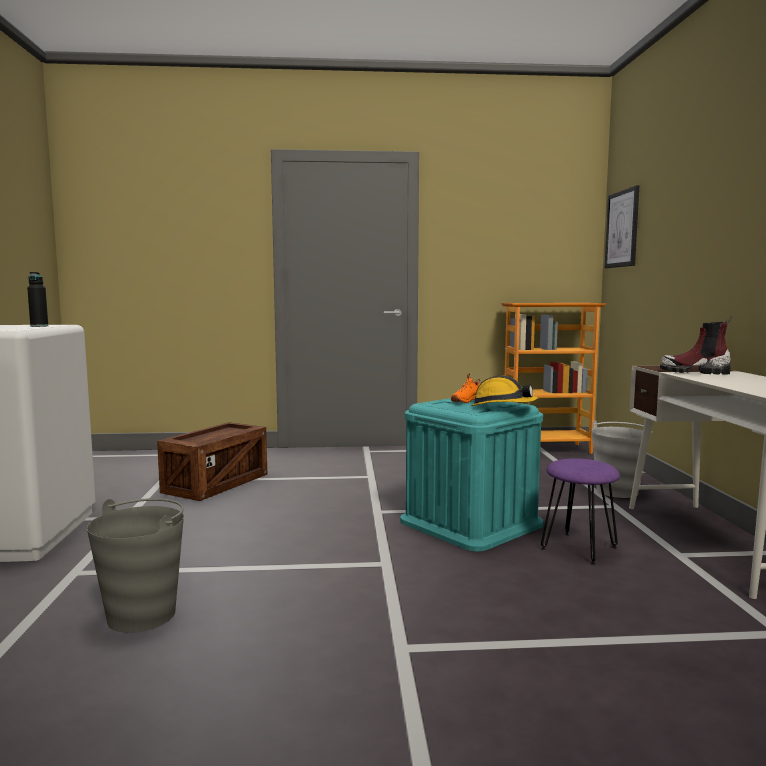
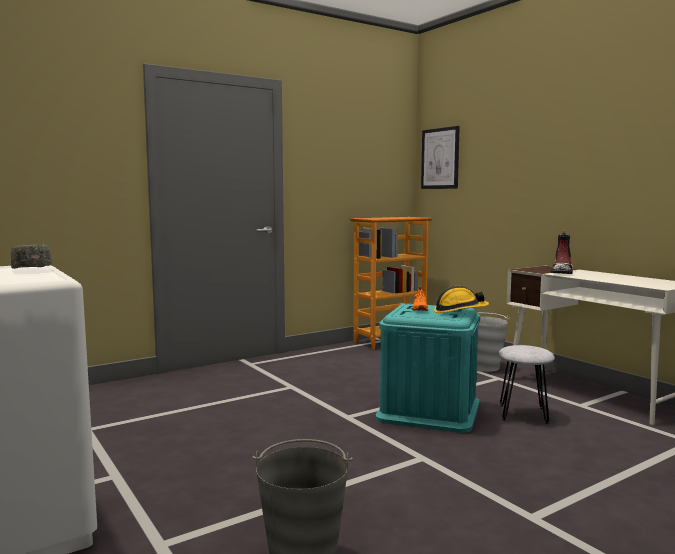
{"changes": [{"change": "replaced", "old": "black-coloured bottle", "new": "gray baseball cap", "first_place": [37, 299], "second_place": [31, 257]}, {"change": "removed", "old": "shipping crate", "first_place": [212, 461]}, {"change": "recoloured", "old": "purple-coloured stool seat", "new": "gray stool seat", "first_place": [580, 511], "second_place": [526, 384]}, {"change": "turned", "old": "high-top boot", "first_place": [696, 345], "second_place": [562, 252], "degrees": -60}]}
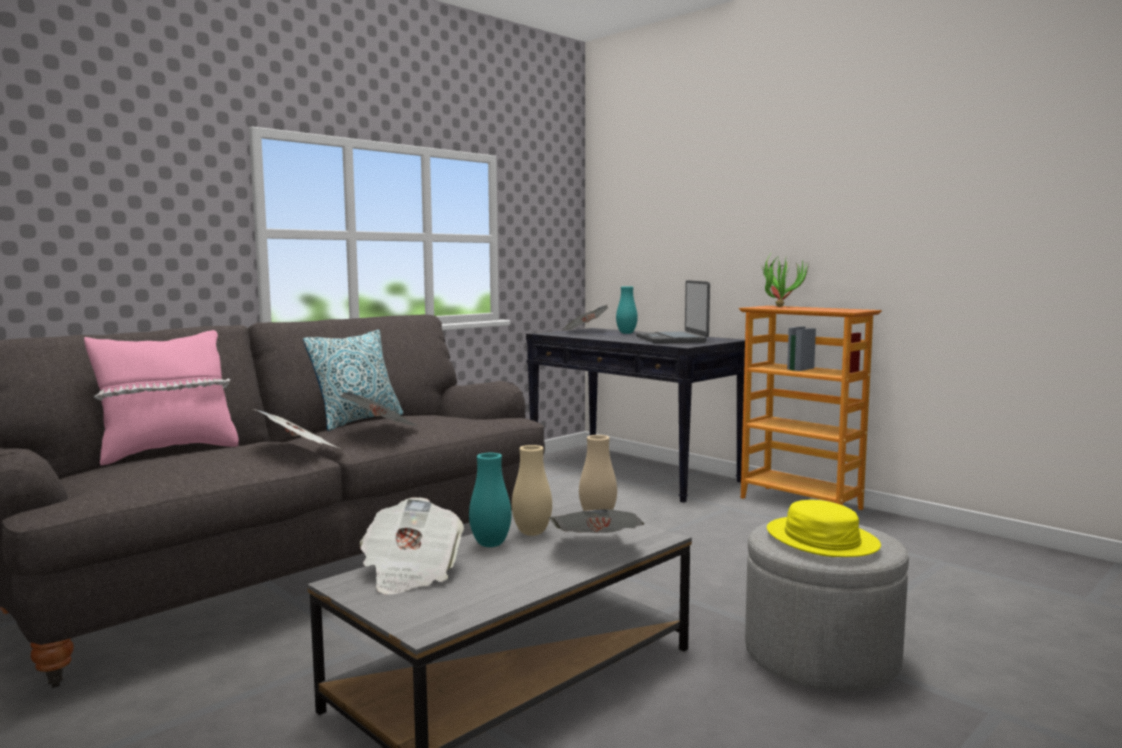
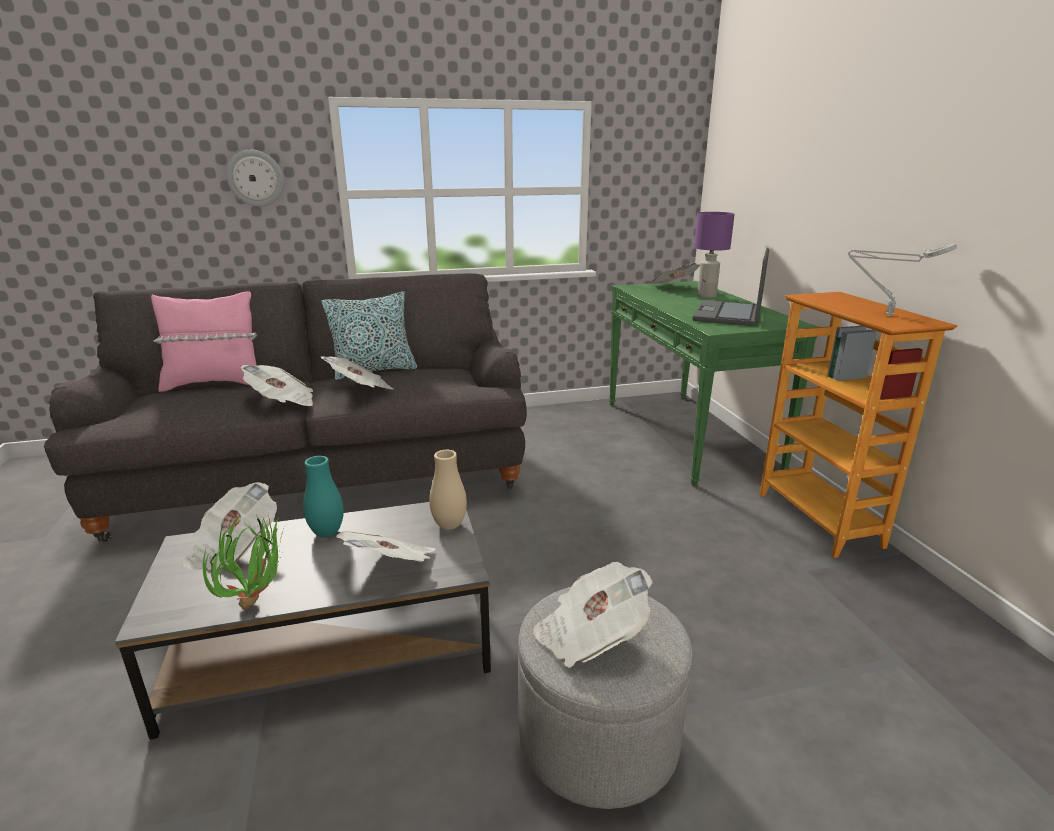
{"changes": [{"change": "removed", "old": "beige-coloured vase", "first_place": [532, 490]}, {"change": "recoloured", "old": "black-coloured hall table", "new": "green hall table", "first_place": [635, 415], "second_place": [713, 384]}, {"change": "replaced", "old": "turquoise-coloured vase", "new": "purple-coloured lamp for a table", "first_place": [627, 310], "second_place": [714, 255]}, {"change": "moved", "old": "plant in a pot", "first_place": [784, 281], "second_place": [245, 561]}, {"change": "replaced", "old": "yellow clothing hat", "new": "printed paper", "first_place": [824, 528], "second_place": [593, 615]}, {"change": "added", "new": "clock on the wall", "second_place": [255, 178]}, {"change": "added", "new": "gray lamp for a table", "second_place": [902, 279]}]}
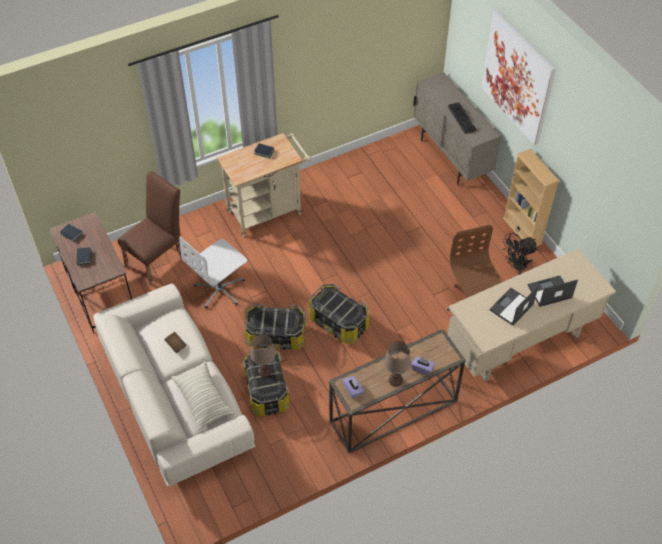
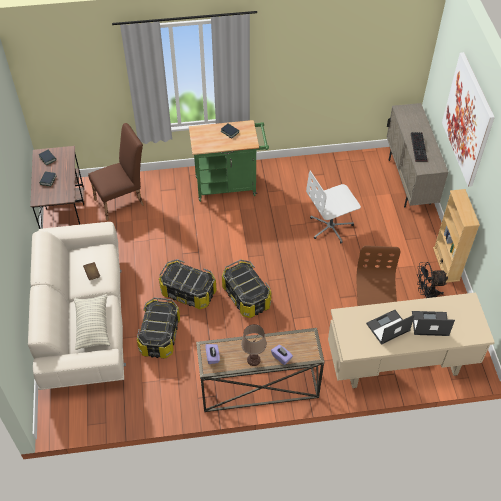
{"changes": [{"change": "moved", "old": "white desk chair", "first_place": [213, 272], "second_place": [333, 206]}, {"change": "recoloured", "old": "beige-coloured cart", "new": "green cart", "first_place": [264, 185], "second_place": [229, 161]}, {"change": "removed", "old": "brown-coloured lamp for a table", "first_place": [263, 355]}]}
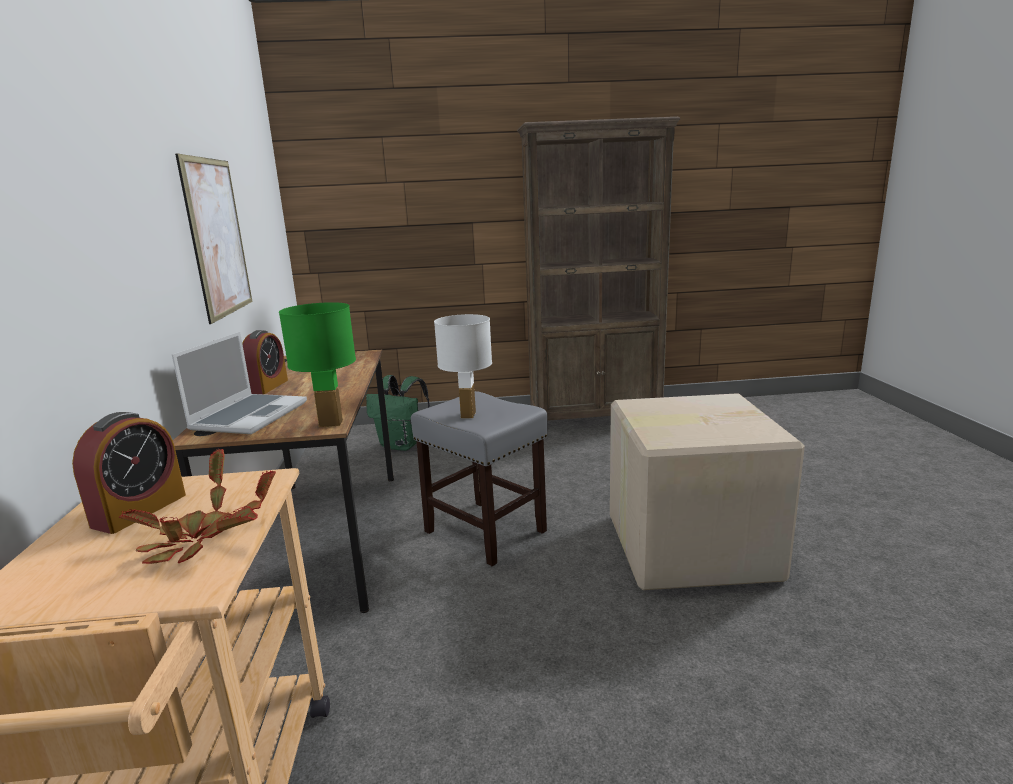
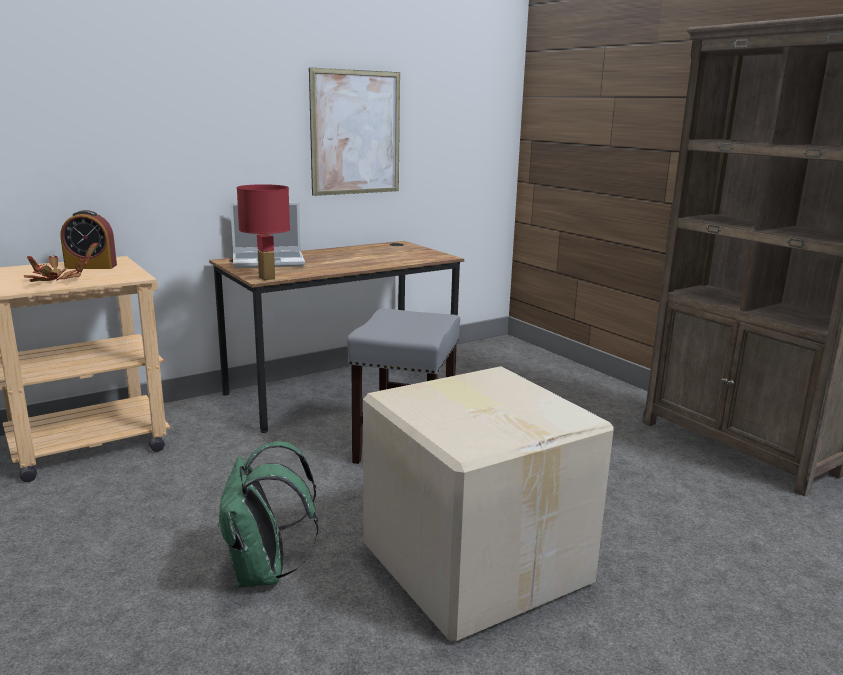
{"changes": [{"change": "removed", "old": "bedside clock", "first_place": [265, 362]}, {"change": "recoloured", "old": "green lamp for a table", "new": "red lamp for a table", "first_place": [317, 364], "second_place": [263, 232]}, {"change": "moved", "old": "green backpack", "first_place": [398, 413], "second_place": [267, 514]}, {"change": "removed", "old": "white lamp for a table", "first_place": [463, 366]}]}
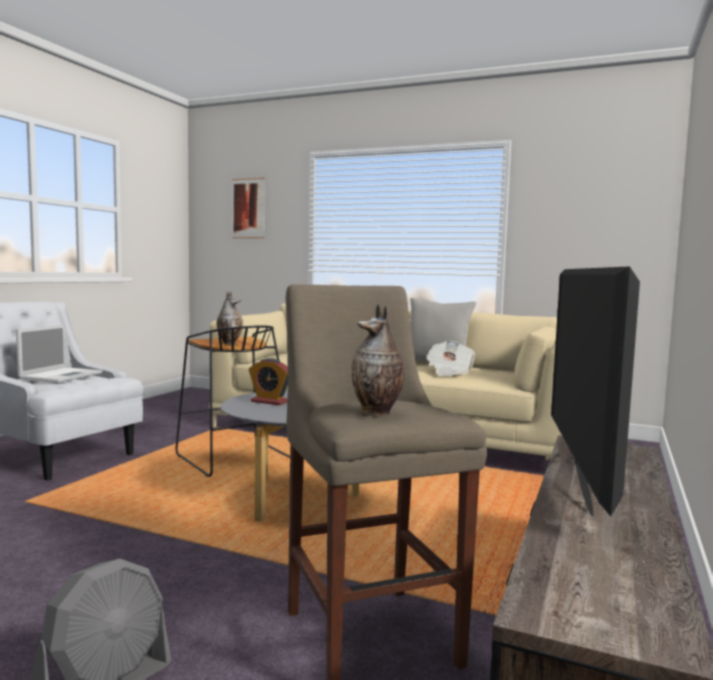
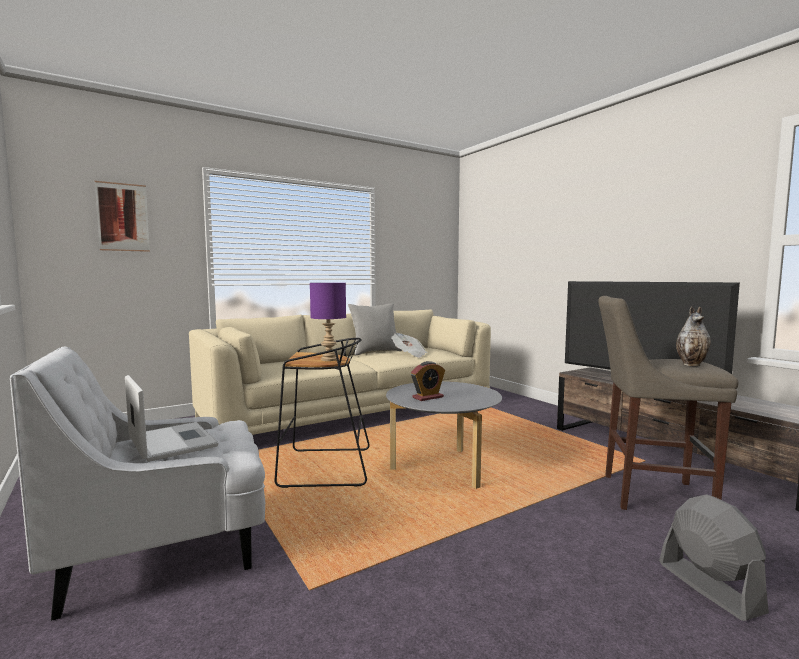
{"changes": [{"change": "replaced", "old": "vase", "new": "purple-coloured lamp for a table", "first_place": [230, 318], "second_place": [328, 322]}]}
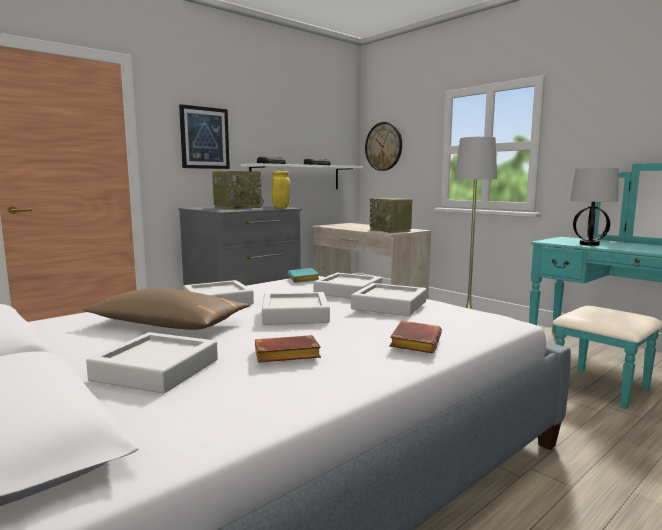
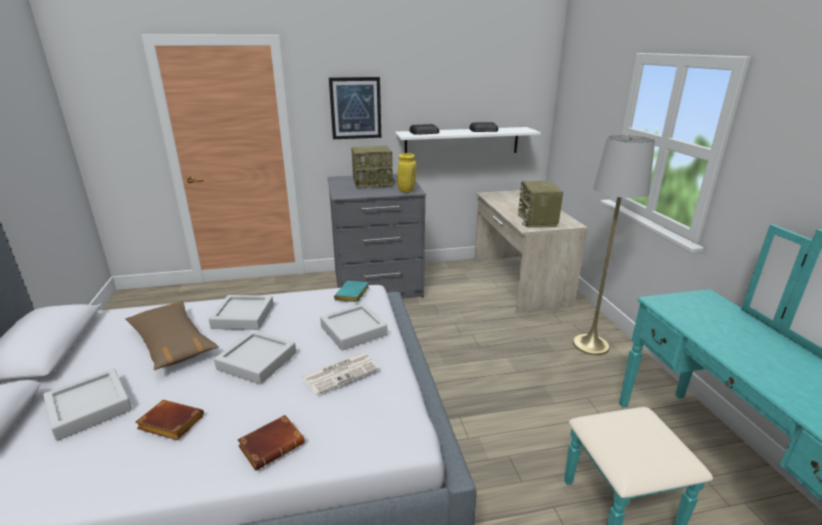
{"changes": [{"change": "replaced", "old": "gray carrying tray", "new": "printed paper", "first_place": [389, 299], "second_place": [340, 374]}, {"change": "removed", "old": "clock on the wall", "first_place": [383, 146]}, {"change": "removed", "old": "lamp for a table", "first_place": [594, 207]}]}
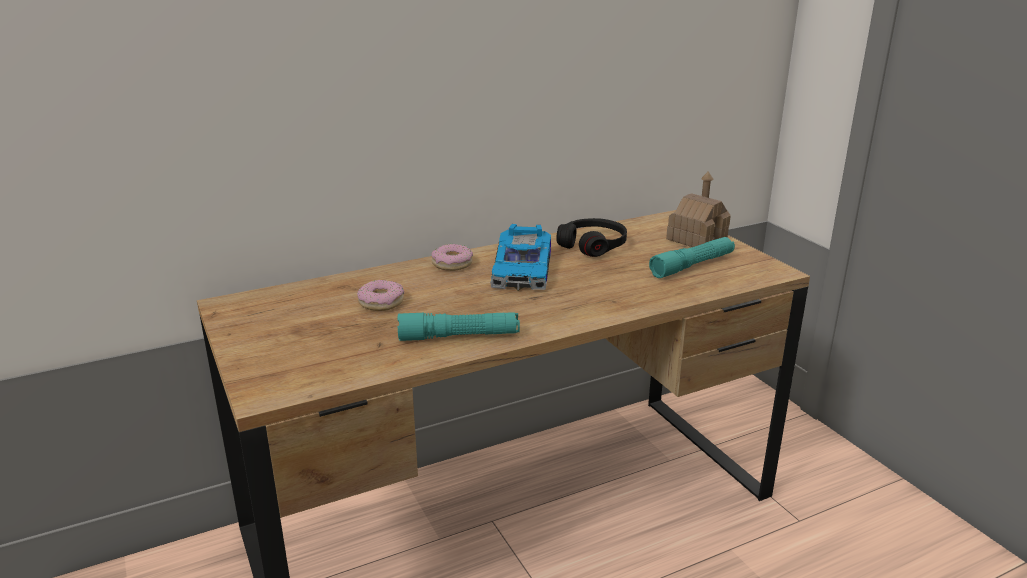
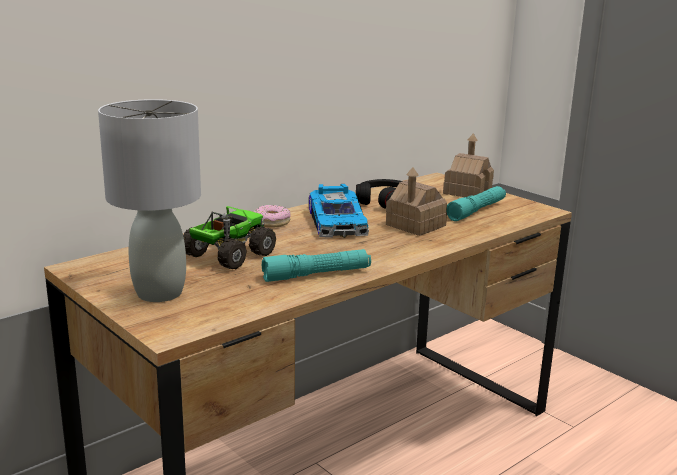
{"changes": [{"change": "replaced", "old": "donut", "new": "toy lorry", "first_place": [380, 295], "second_place": [229, 237]}, {"change": "added", "new": "gray lamp for a table", "second_place": [149, 200]}, {"change": "added", "new": "toy house", "second_place": [416, 201]}]}
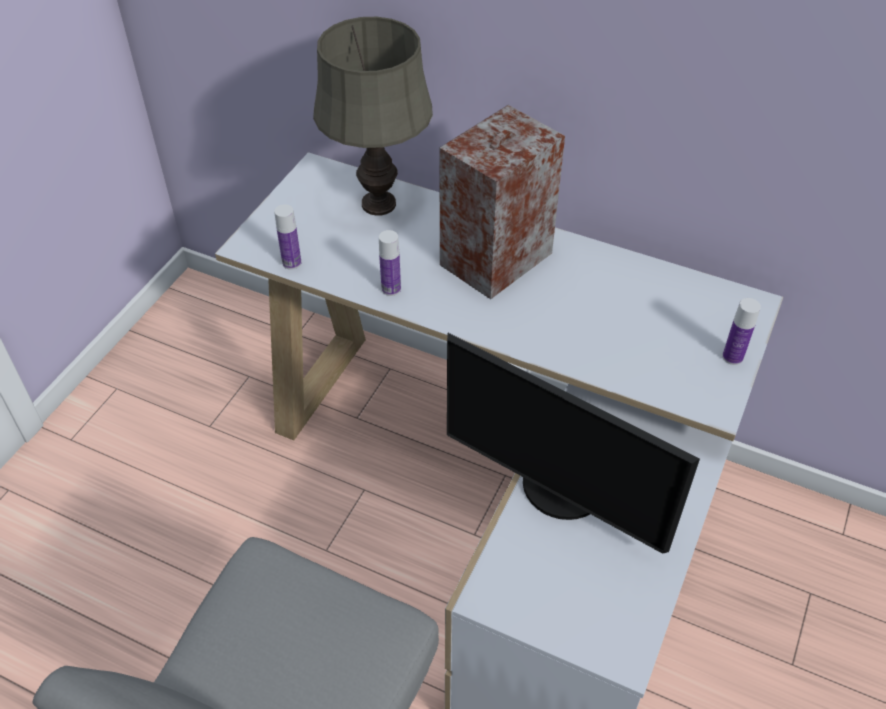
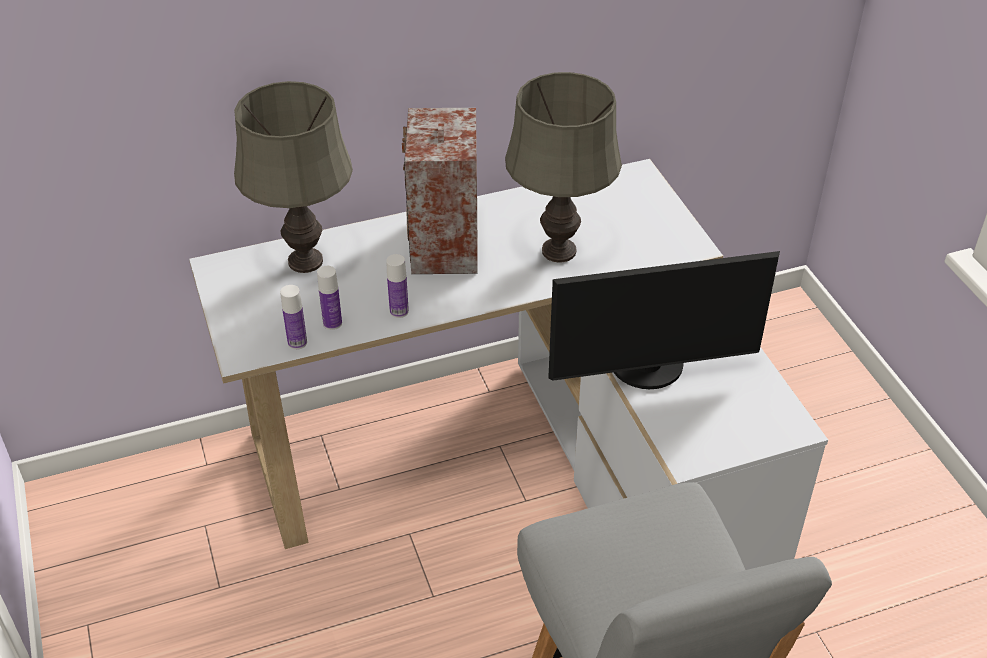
{"changes": [{"change": "moved", "old": "bottle", "first_place": [741, 331], "second_place": [329, 298]}, {"change": "added", "new": "gray lamp for a table", "second_place": [563, 167]}]}
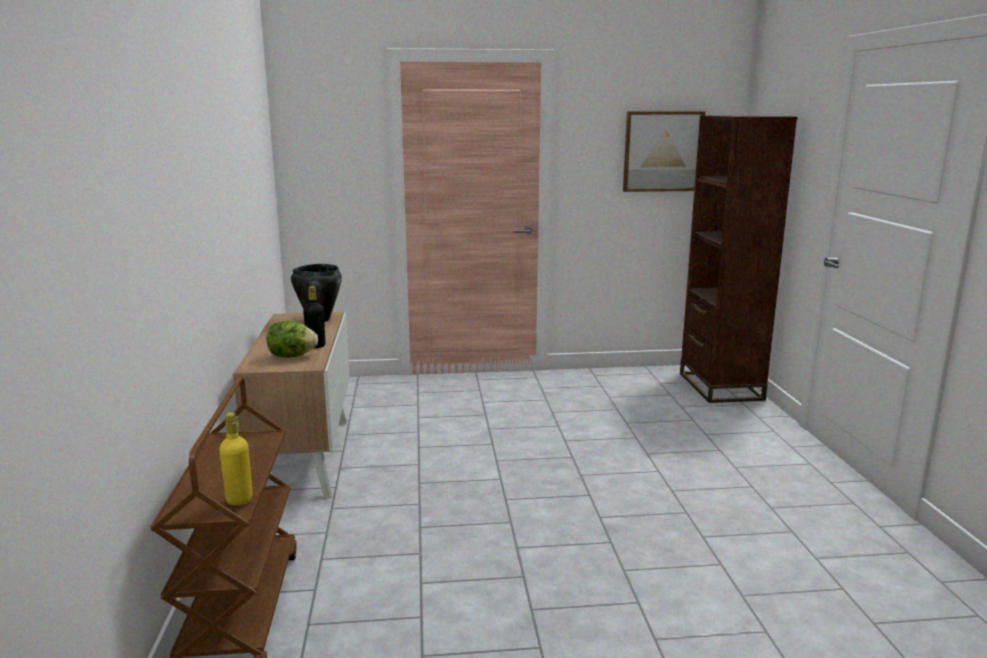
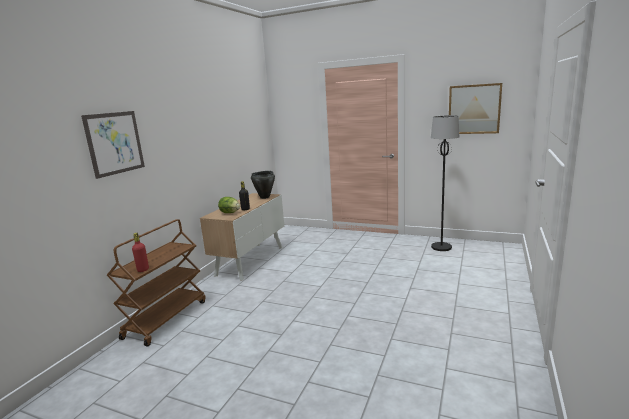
{"changes": [{"change": "recoloured", "old": "yellow bottle", "new": "red bottle", "first_place": [236, 459], "second_place": [140, 252]}, {"change": "removed", "old": "brown-coloured shelving unit", "first_place": [738, 259]}, {"change": "added", "new": "picture", "second_place": [113, 145]}, {"change": "added", "new": "black-coloured floor lamp", "second_place": [445, 183]}]}
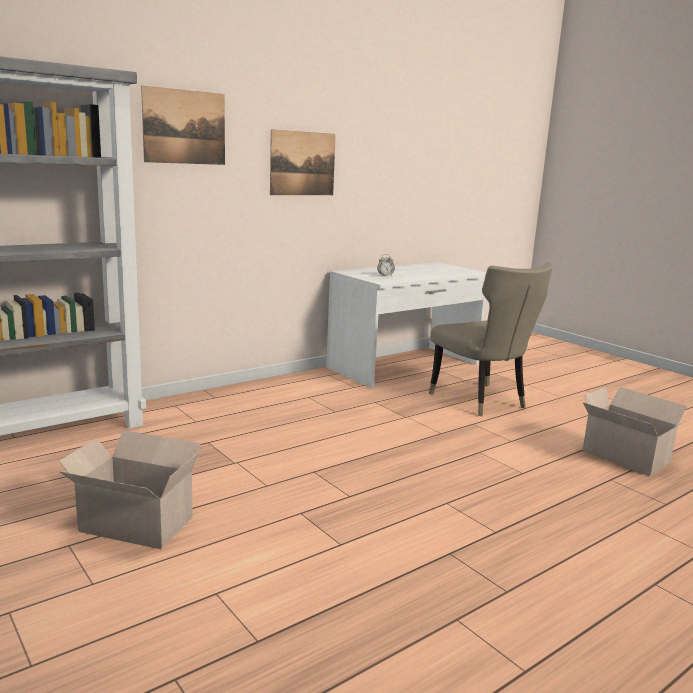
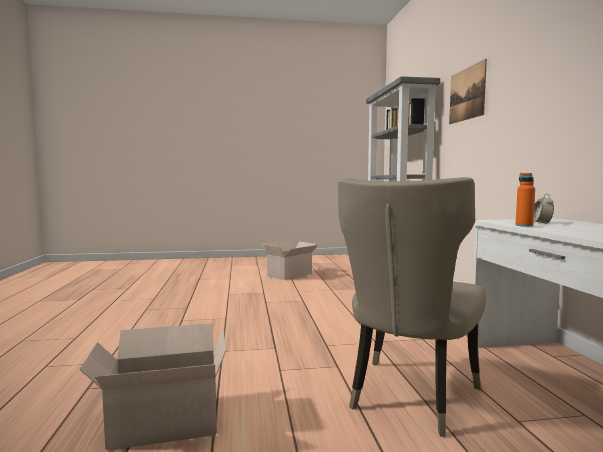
{"changes": [{"change": "removed", "old": "picture", "first_place": [303, 162]}, {"change": "turned", "old": "beige-coloured upright chair", "first_place": [491, 339], "second_place": [412, 307], "degrees": -60}, {"change": "added", "new": "orangey bottle", "second_place": [525, 200]}]}
